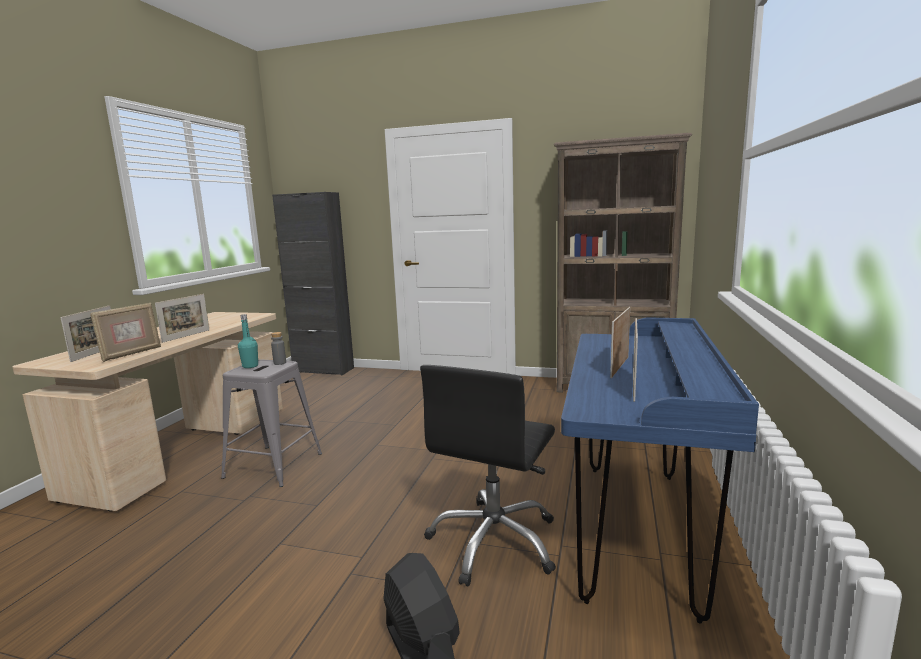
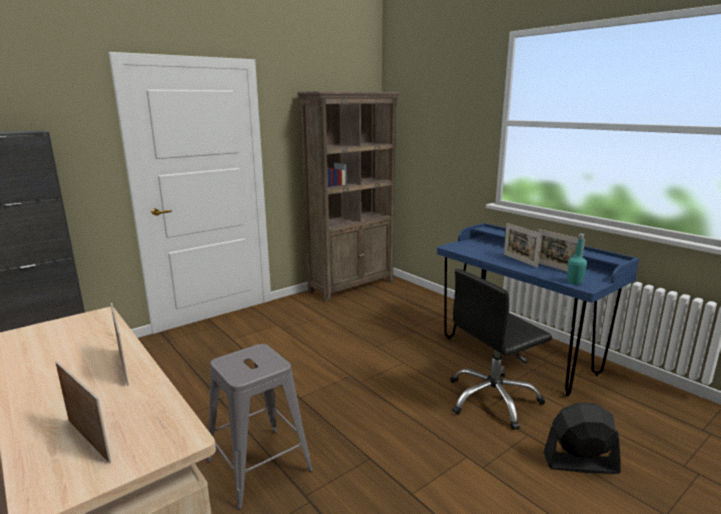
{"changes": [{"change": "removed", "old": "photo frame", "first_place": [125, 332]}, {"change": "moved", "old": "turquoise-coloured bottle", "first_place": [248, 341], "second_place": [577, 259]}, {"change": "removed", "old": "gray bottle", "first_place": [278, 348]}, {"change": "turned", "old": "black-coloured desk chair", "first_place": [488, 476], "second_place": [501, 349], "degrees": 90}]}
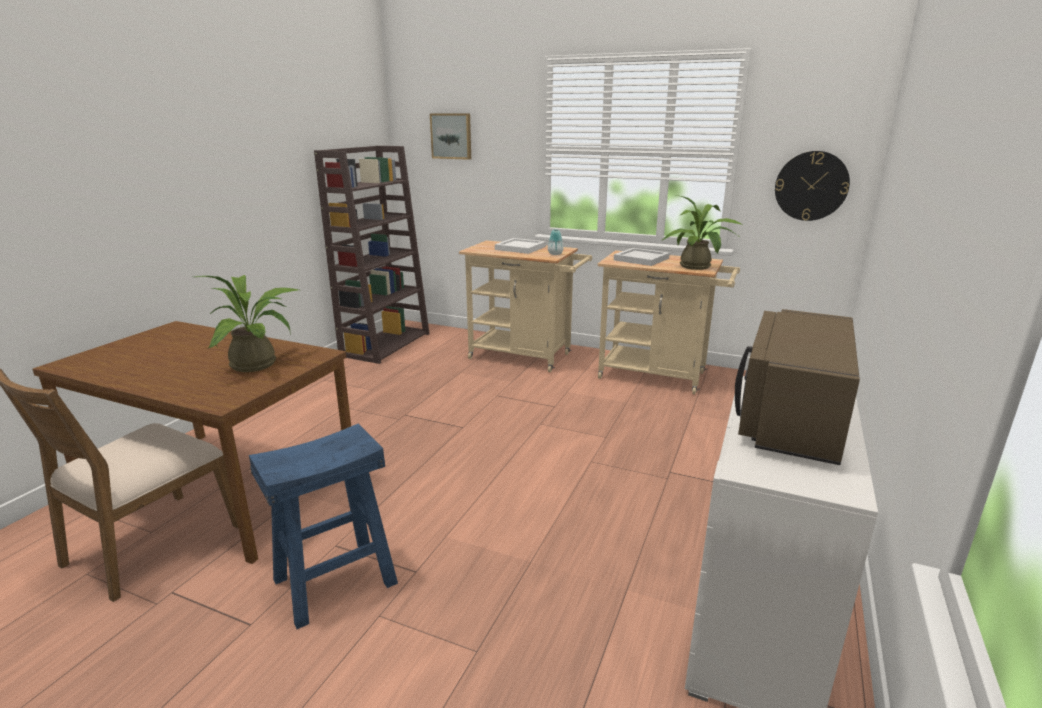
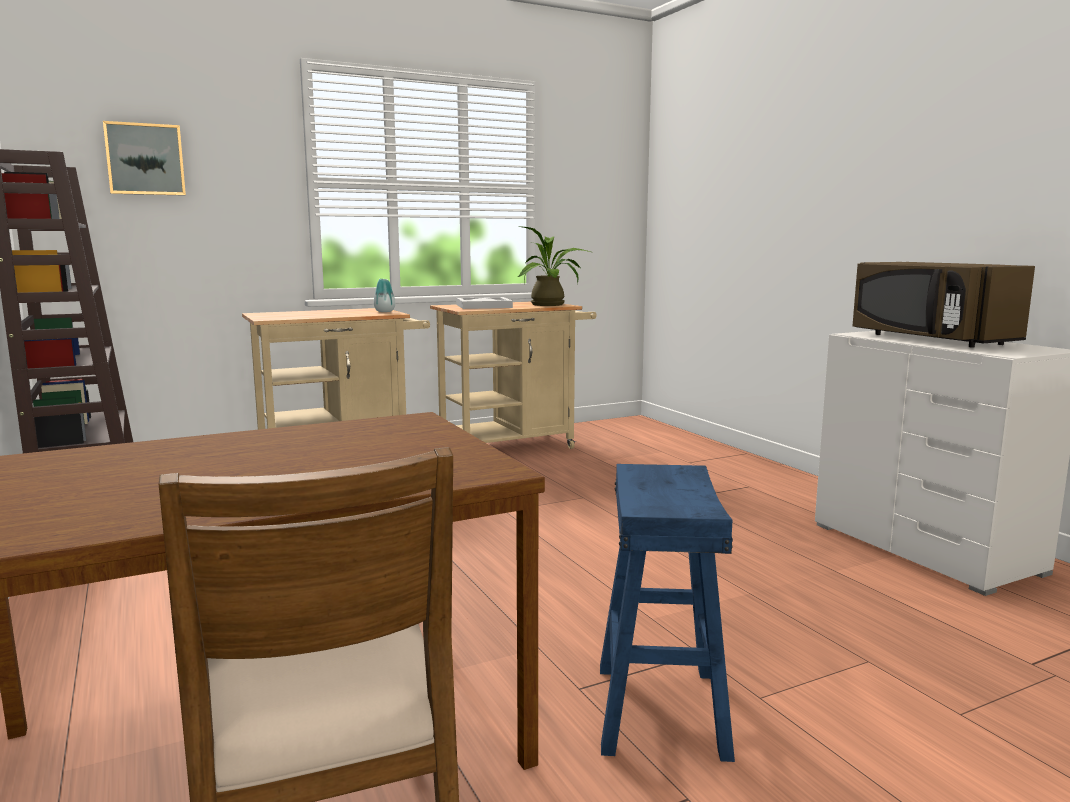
{"changes": [{"change": "removed", "old": "plant in a pot", "first_place": [246, 323]}, {"change": "removed", "old": "white carrying tray", "first_place": [520, 246]}, {"change": "removed", "old": "clock on the wall", "first_place": [812, 186]}]}
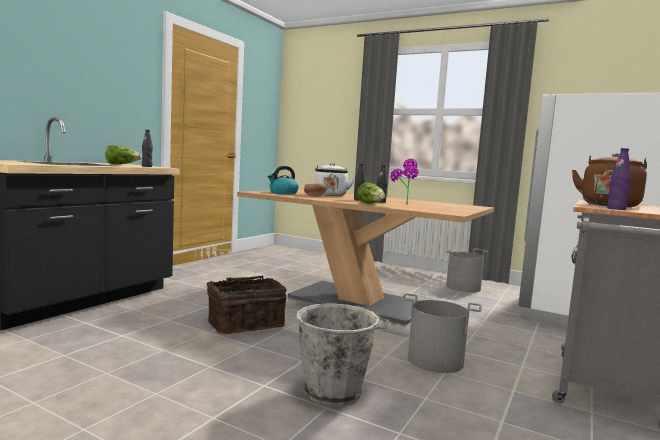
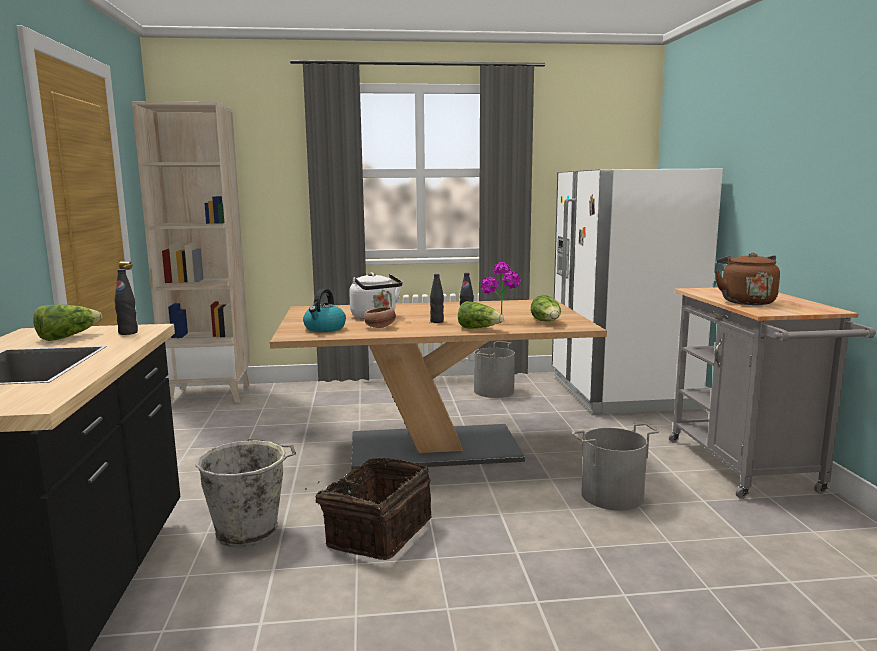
{"changes": [{"change": "moved", "old": "gray pail", "first_place": [343, 354], "second_place": [246, 493]}, {"change": "removed", "old": "purple-coloured bottle", "first_place": [619, 179]}, {"change": "added", "new": "beige-coloured shelving unit", "second_place": [191, 253]}, {"change": "added", "new": "lettuce", "second_place": [546, 308]}]}
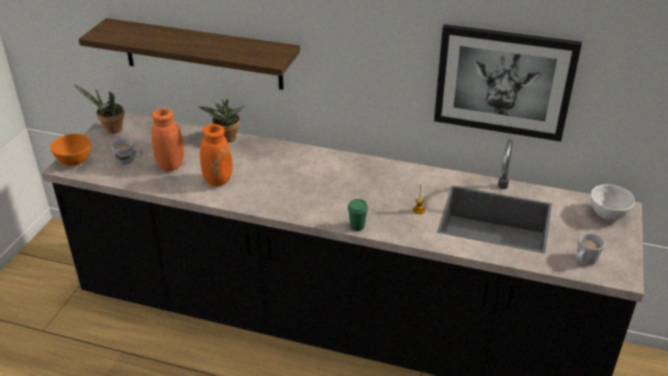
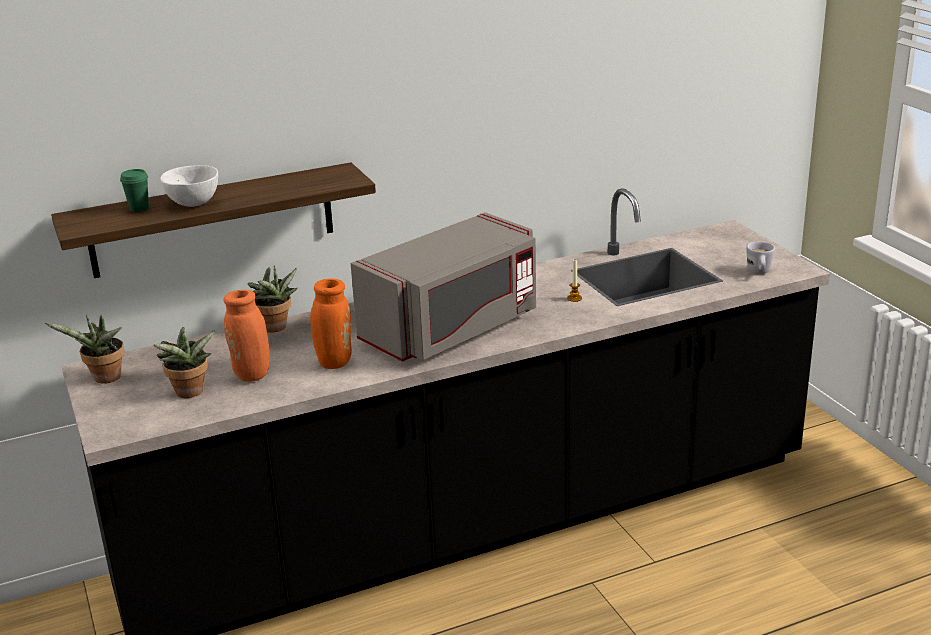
{"changes": [{"change": "removed", "old": "orangey deep dish", "first_place": [70, 150]}, {"change": "replaced", "old": "white tea mug", "new": "plant in a pot", "first_place": [127, 152], "second_place": [184, 362]}, {"change": "moved", "old": "green small cup", "first_place": [358, 215], "second_place": [134, 190]}, {"change": "removed", "old": "picture", "first_place": [508, 83]}, {"change": "moved", "old": "white deep dish", "first_place": [612, 202], "second_place": [189, 186]}, {"change": "added", "new": "gray microwave oven", "second_place": [443, 287]}]}
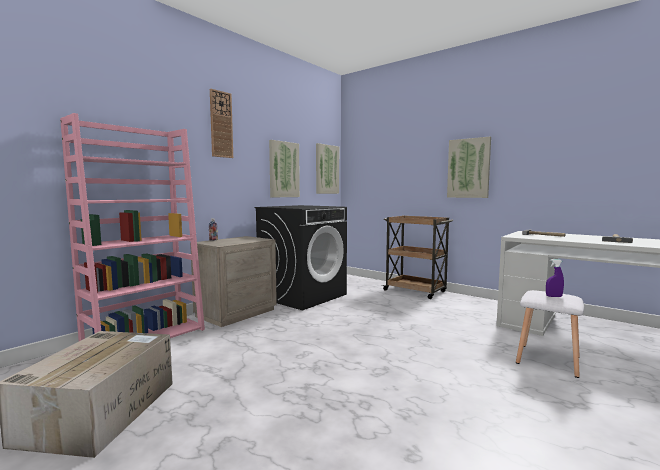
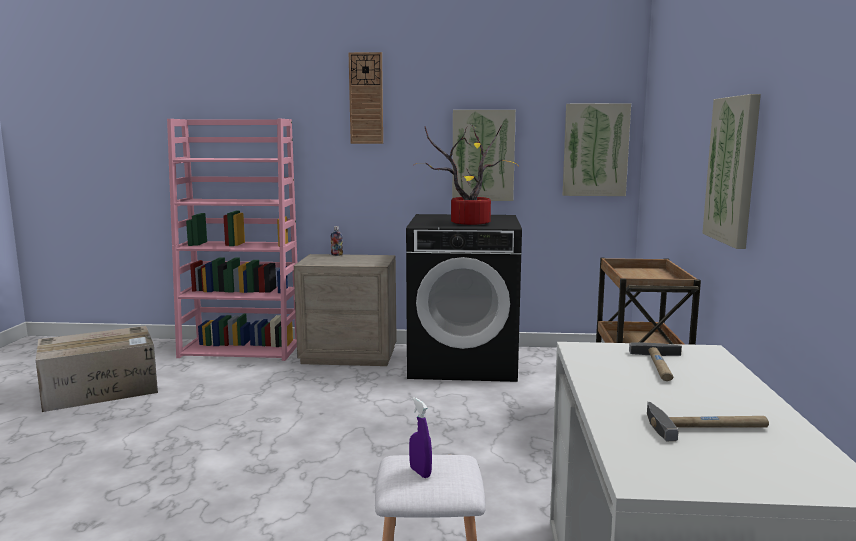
{"changes": [{"change": "added", "new": "plant in a pot", "second_place": [466, 175]}]}
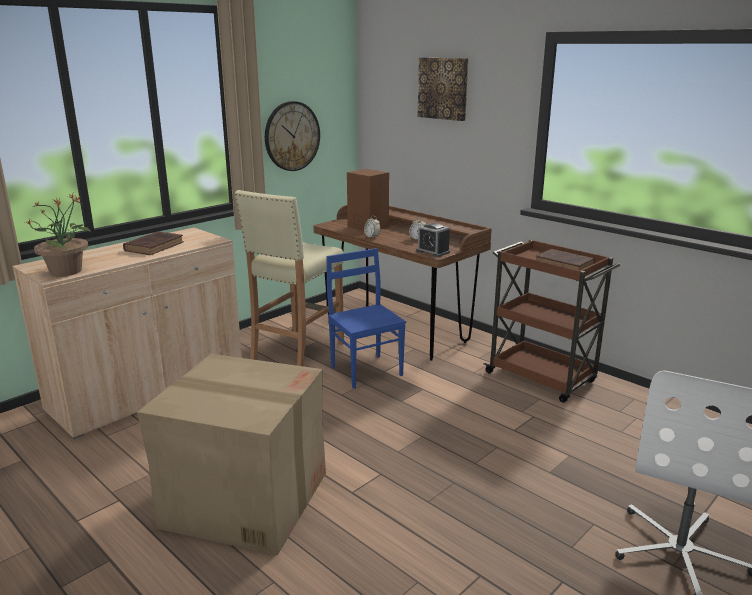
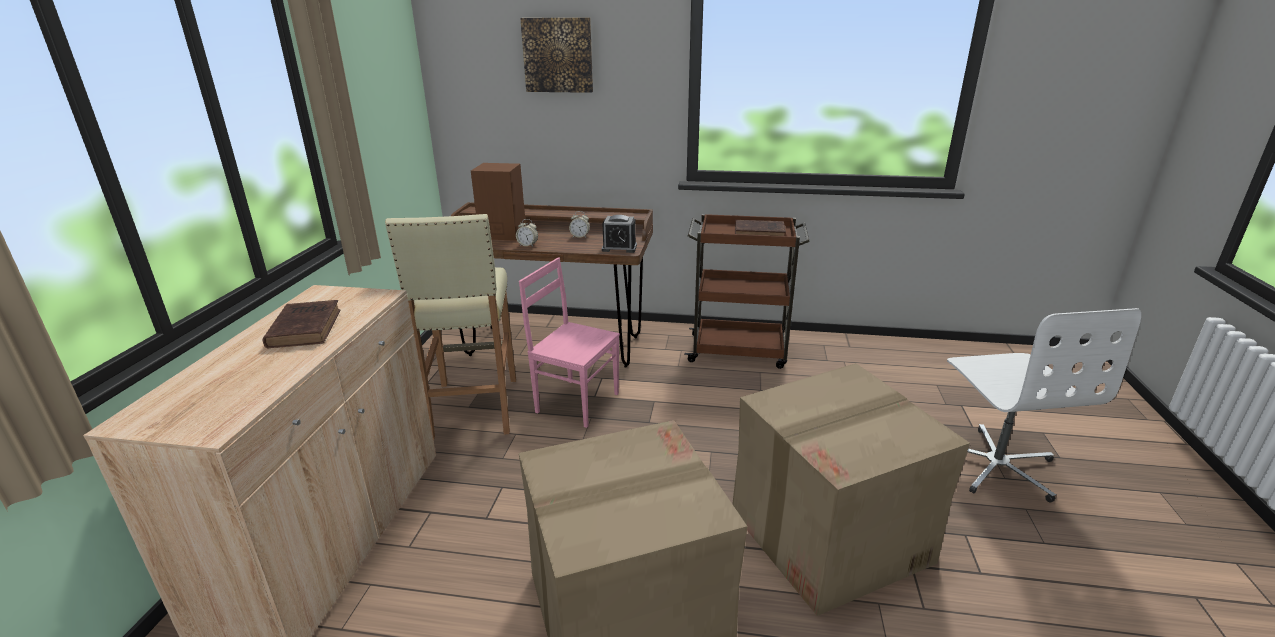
{"changes": [{"change": "removed", "old": "plant in a pot", "first_place": [58, 235]}, {"change": "removed", "old": "clock on the wall", "first_place": [292, 136]}, {"change": "recoloured", "old": "blue upright chair", "new": "pinkish upright chair", "first_place": [366, 318], "second_place": [569, 342]}, {"change": "added", "new": "cardboard box", "second_place": [851, 489]}]}
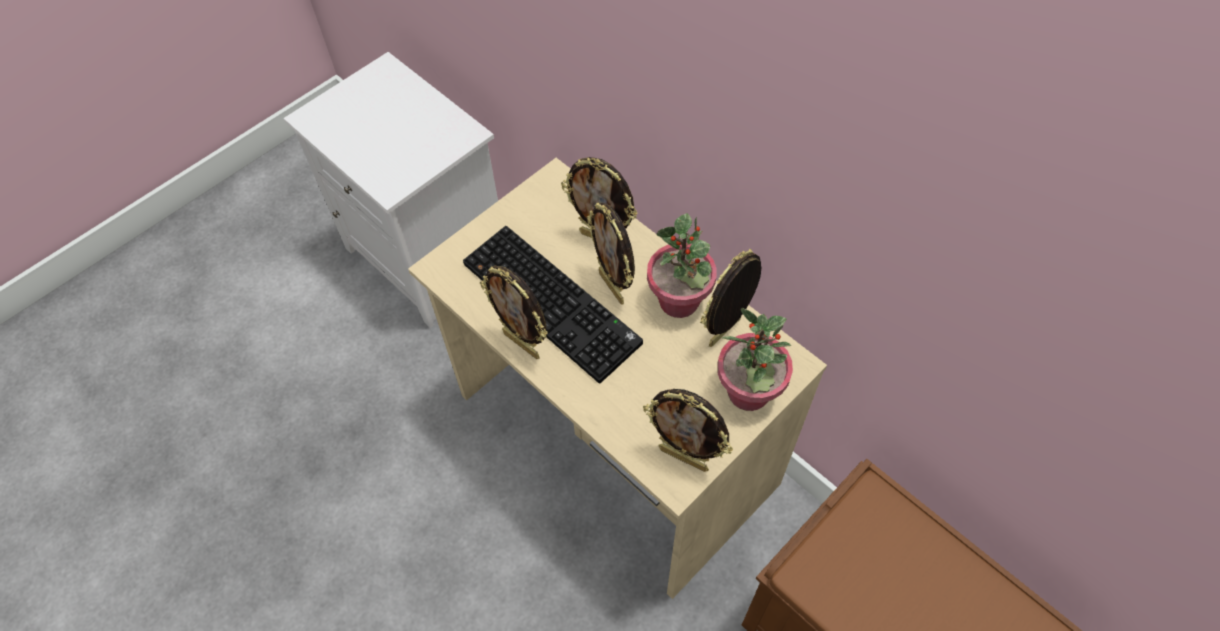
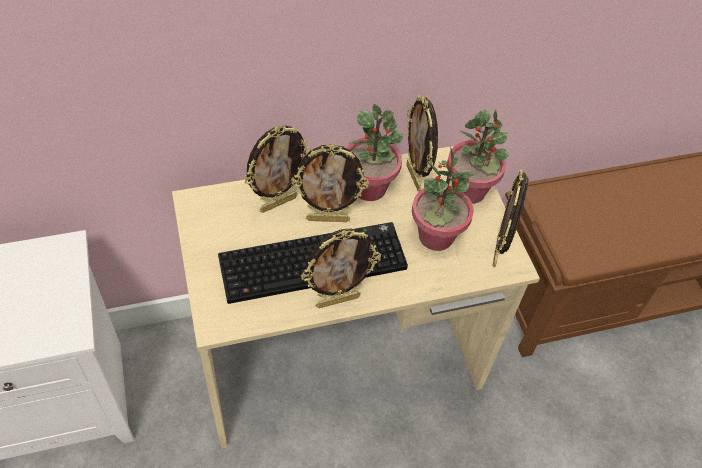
{"changes": [{"change": "turned", "old": "photo frame", "first_place": [688, 430], "second_place": [511, 218], "degrees": 135}, {"change": "added", "new": "plant in a pot", "second_place": [443, 198]}]}
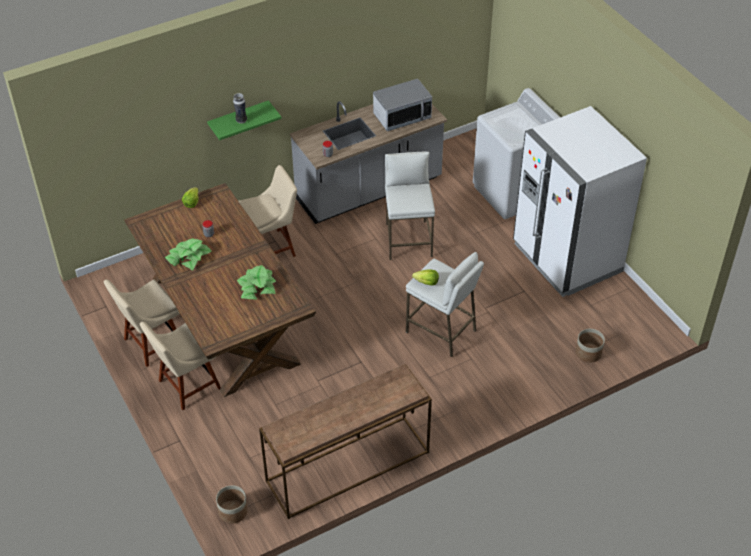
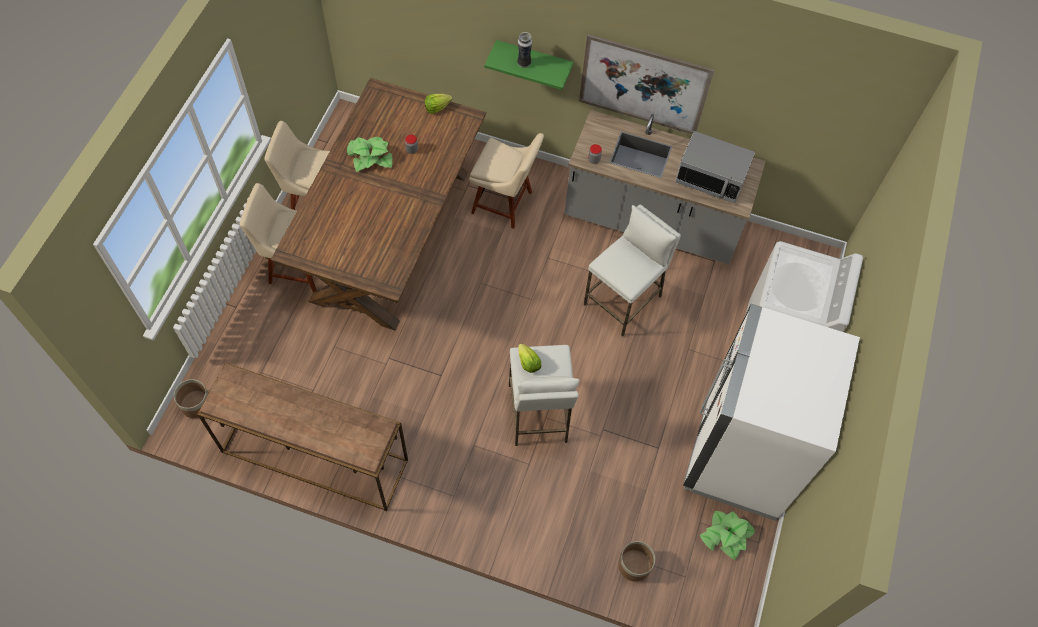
{"changes": [{"change": "moved", "old": "plant in a pot", "first_place": [256, 282], "second_place": [727, 535]}, {"change": "added", "new": "picture", "second_place": [646, 84]}]}
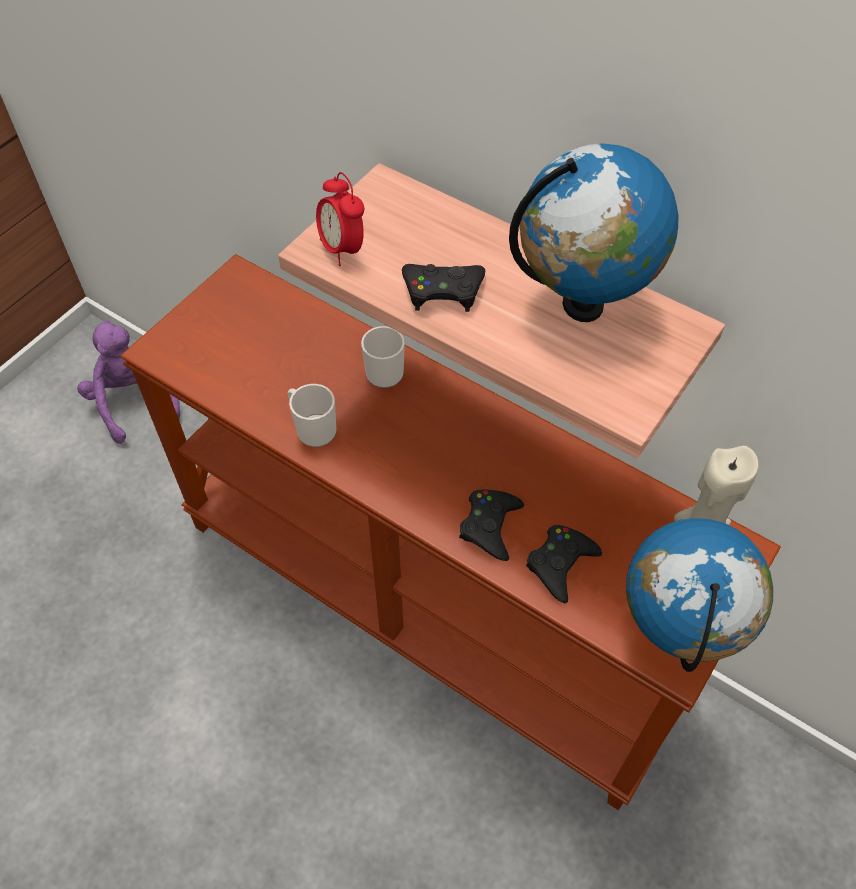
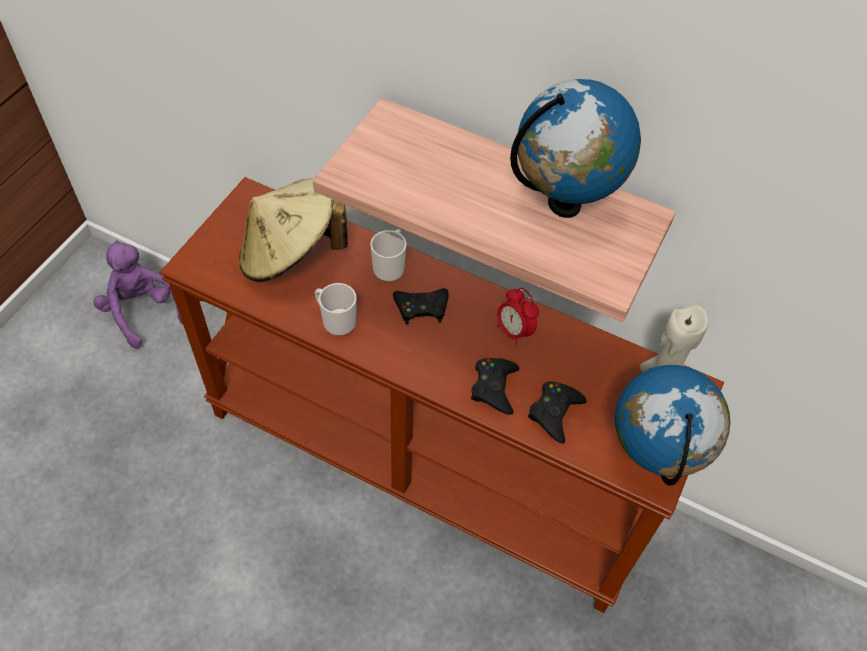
{"changes": [{"change": "moved", "old": "bedside clock", "first_place": [340, 219], "second_place": [518, 317]}, {"change": "moved", "old": "black-coloured gamepad", "first_place": [444, 288], "second_place": [421, 306]}, {"change": "added", "new": "beige-coloured clothing hat", "second_place": [293, 230]}]}
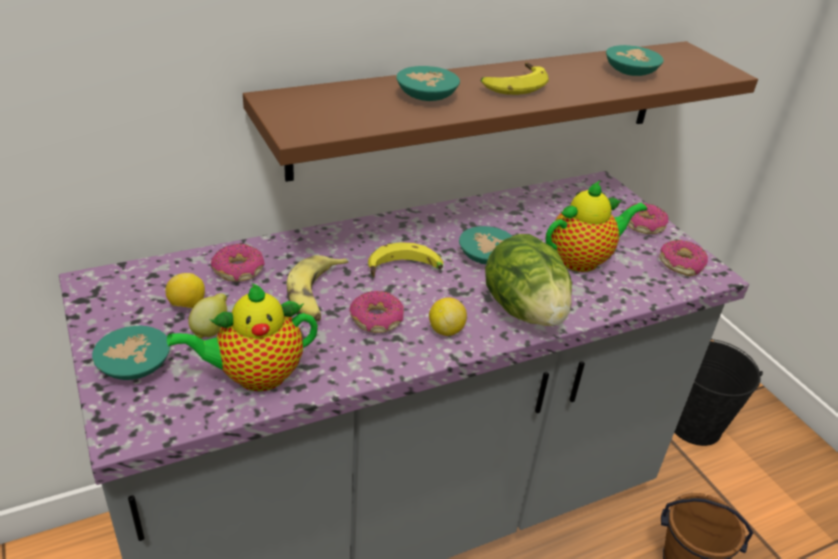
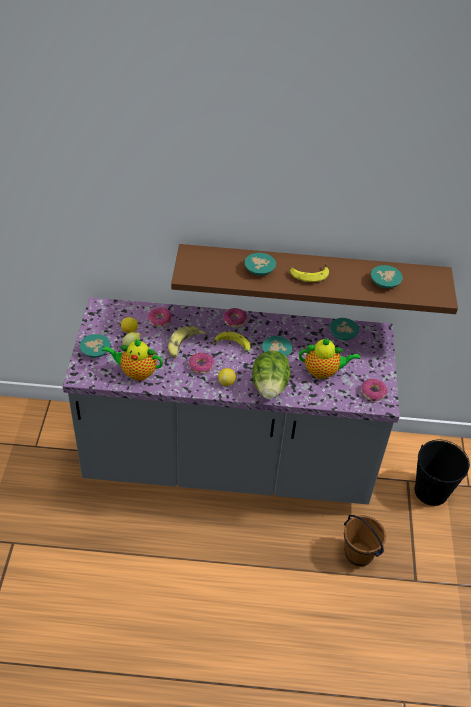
{"changes": [{"change": "moved", "old": "donut", "first_place": [647, 218], "second_place": [235, 317]}, {"change": "added", "new": "turquoise-coloured deep dish", "second_place": [344, 329]}]}
